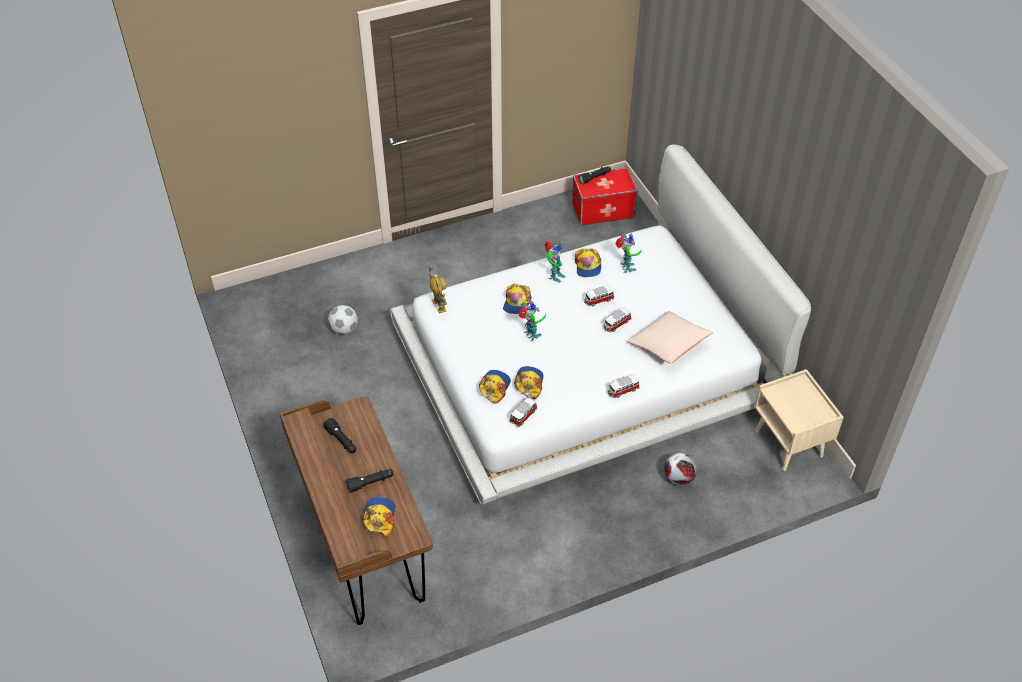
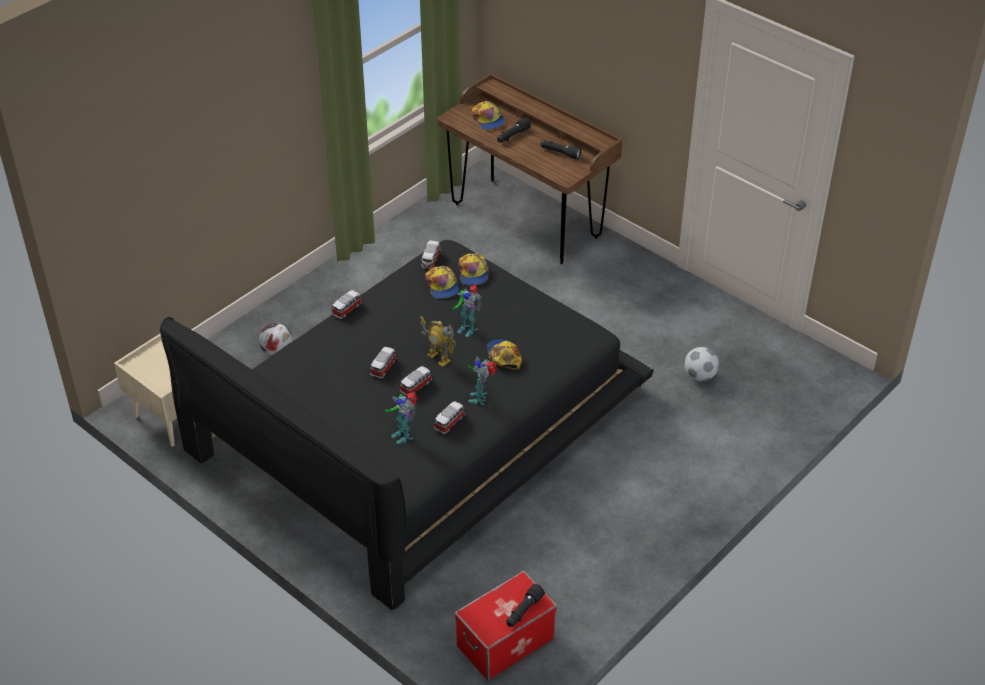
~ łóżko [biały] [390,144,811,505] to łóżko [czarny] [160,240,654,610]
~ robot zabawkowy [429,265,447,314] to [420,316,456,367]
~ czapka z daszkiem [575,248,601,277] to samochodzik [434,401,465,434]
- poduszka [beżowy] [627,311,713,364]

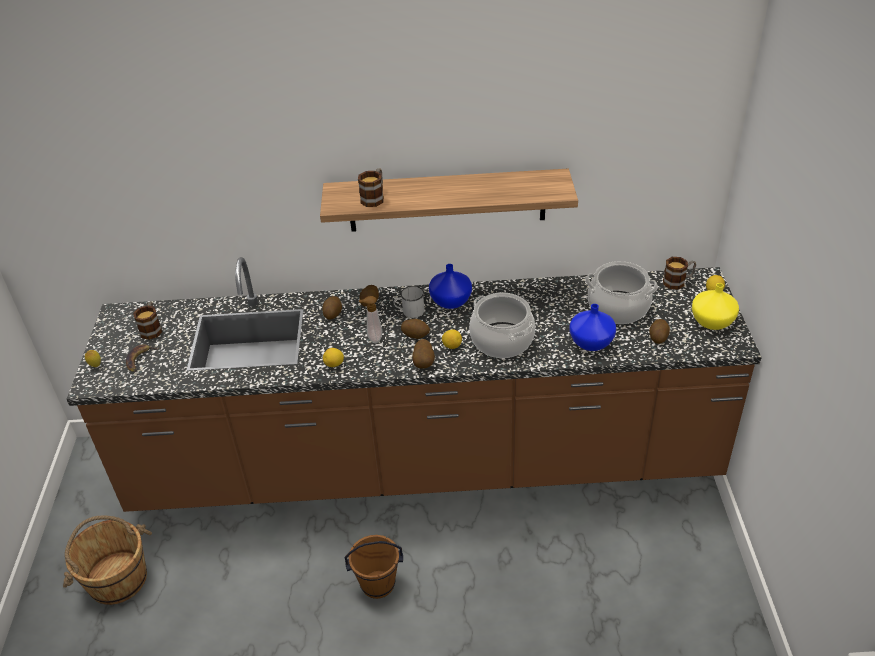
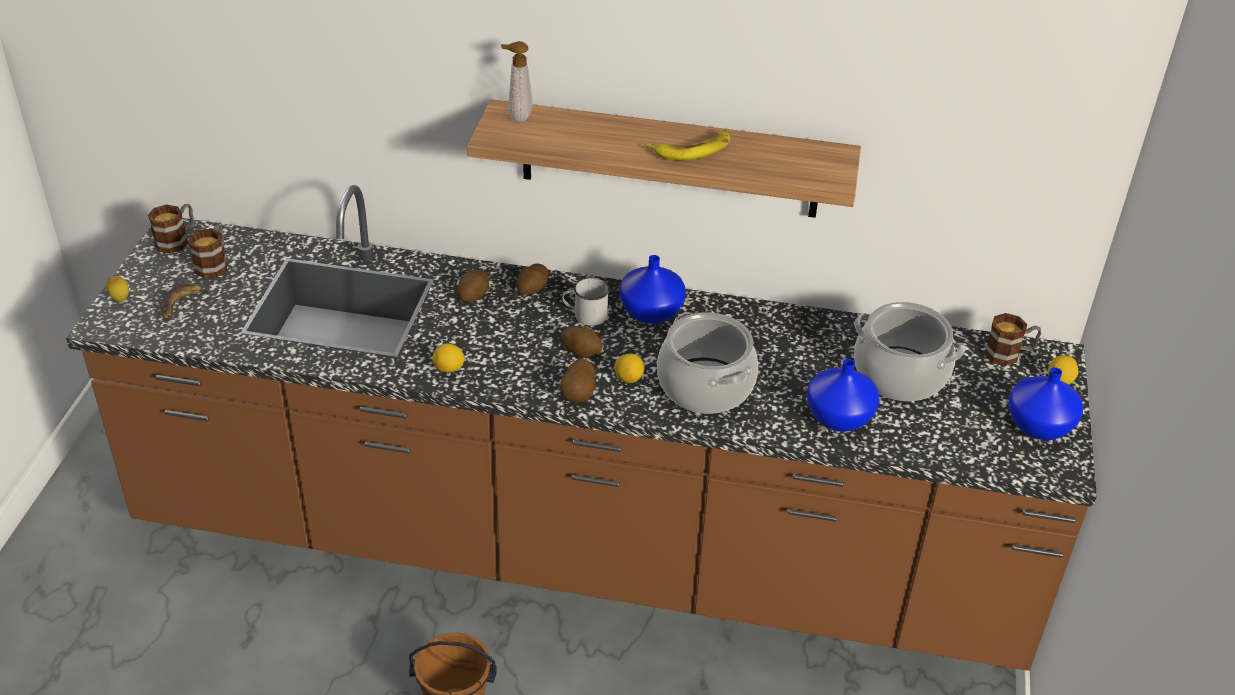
- wiadro [brązowy] [63,515,152,605]
~ kubek [358,169,384,207] to [148,204,194,254]
~ dozownik mydła [359,296,382,343] to [501,41,533,122]
- ziemniak [649,319,670,344]
~ wazon [żółty] [692,283,739,330] to wazon [niebieski] [1009,367,1083,440]
+ banan [646,130,730,160]

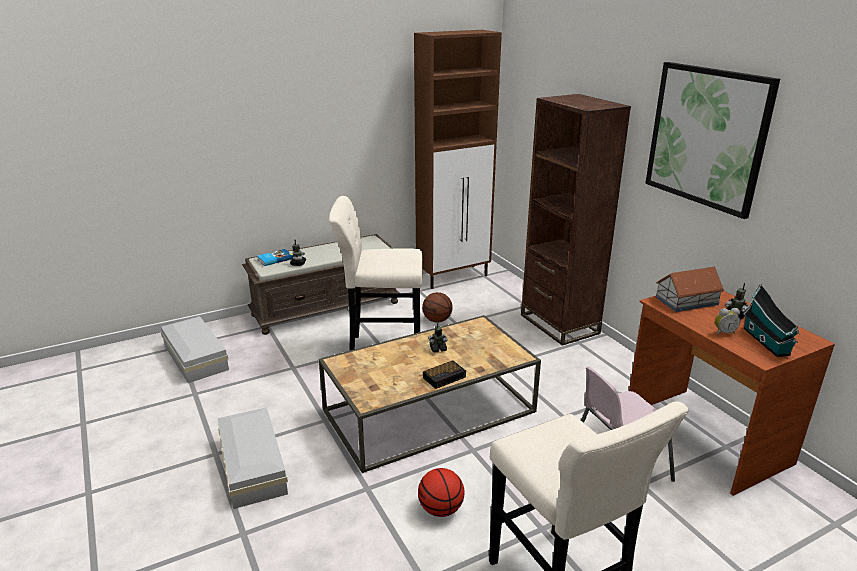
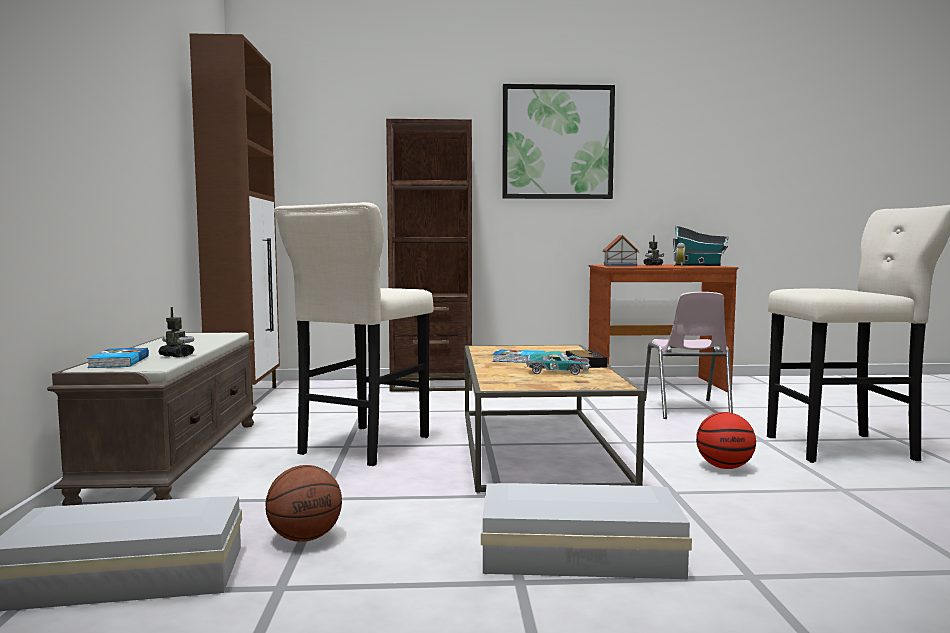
~ piłka do koszykówki [422,292,453,322] to [265,465,342,542]
~ robot zabawkowy [428,322,447,353] to książka [493,349,545,363]
+ samochodzik [526,351,590,375]

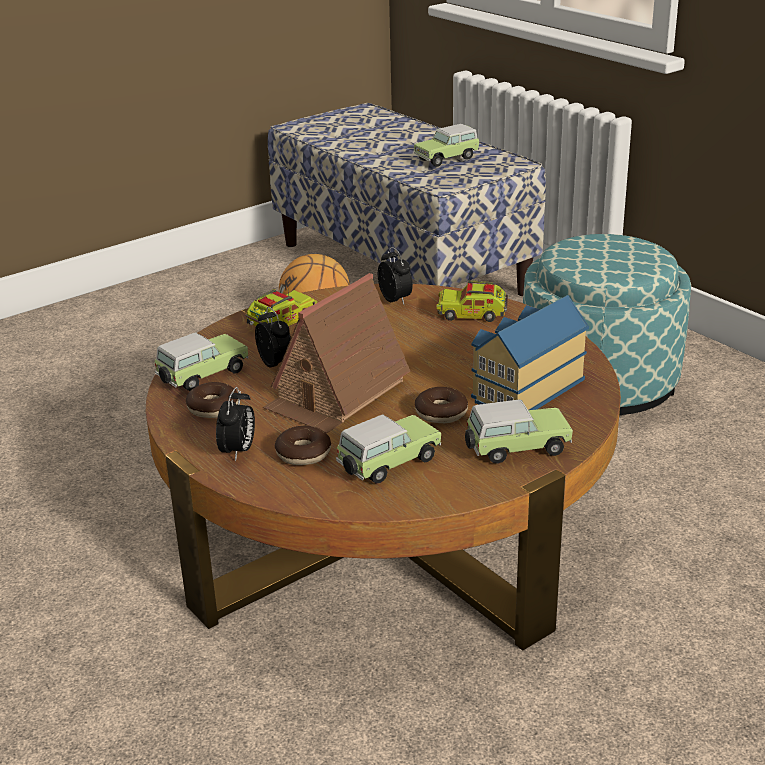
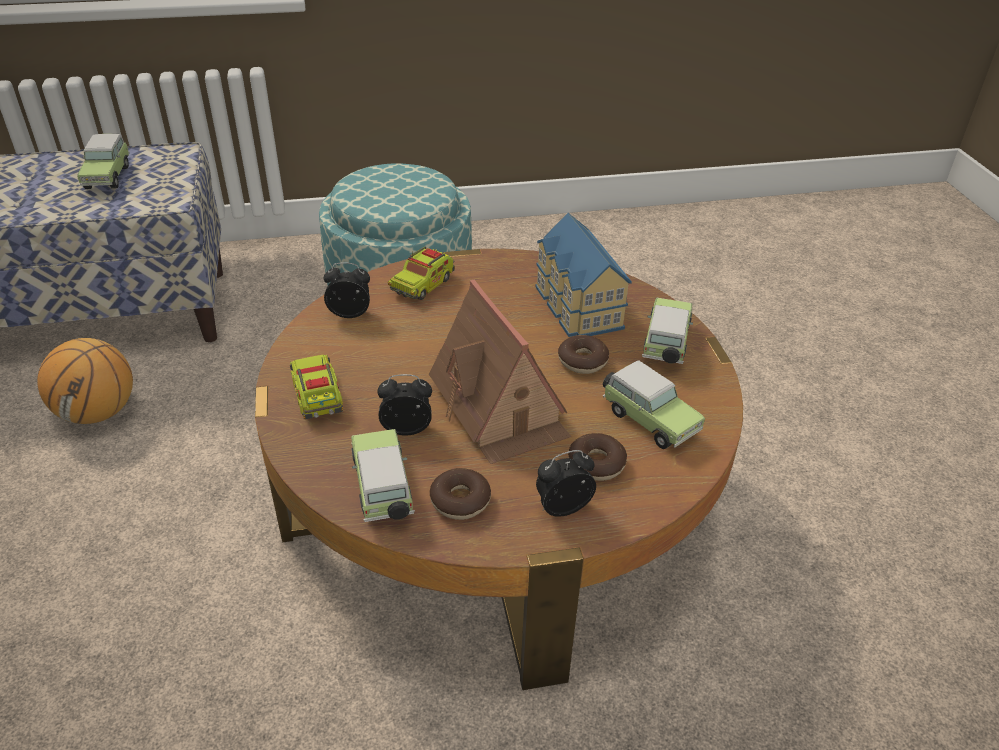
~ budzik [216,387,255,461] = [536,450,596,517] 60 degrees counterclockwise
~ samochodzik [336,415,441,484] = [603,360,705,449] 150 degrees clockwise

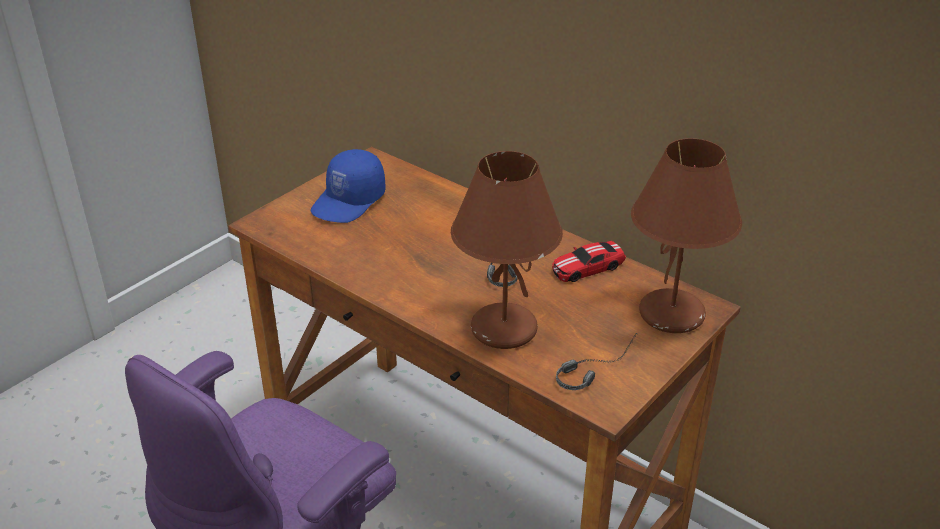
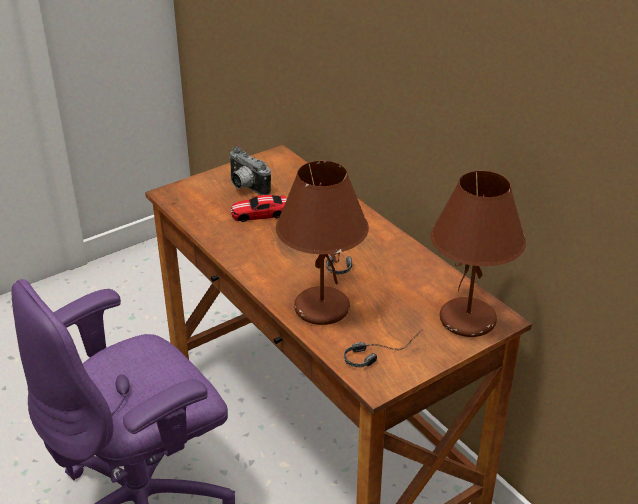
~ czapka z daszkiem [niebieski] [311,149,386,223] to aparat fotograficzny [229,147,271,195]
~ samochodzik [552,241,626,282] to [231,195,287,222]

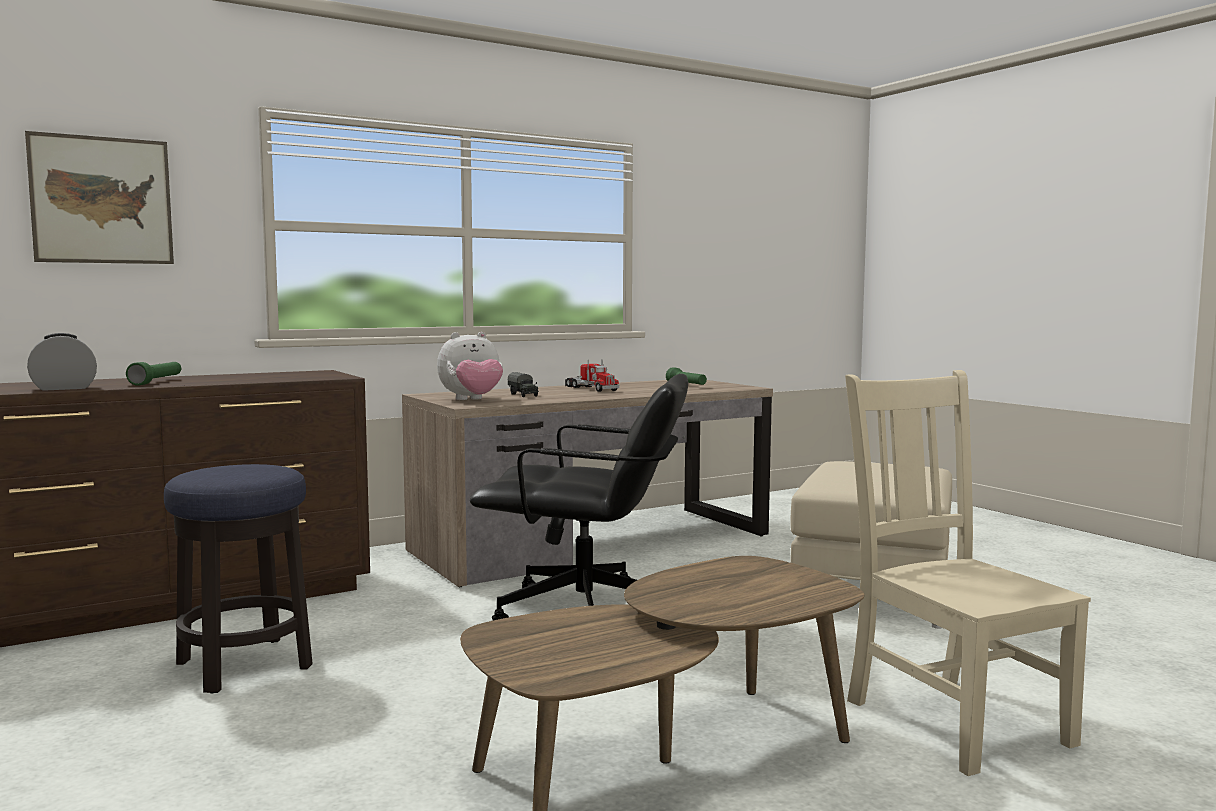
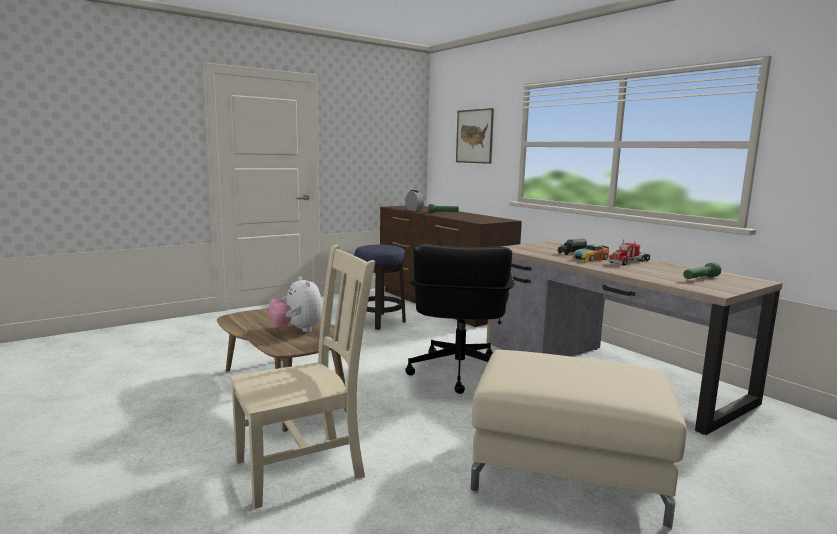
~ pluszak [437,332,503,400] to [268,276,323,332]
+ samochodzik [573,244,609,262]

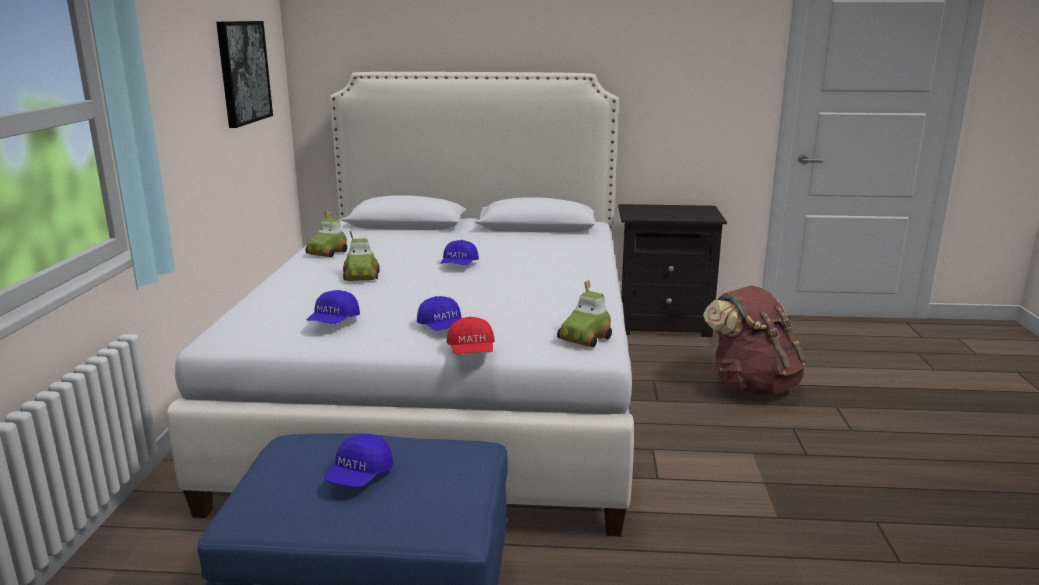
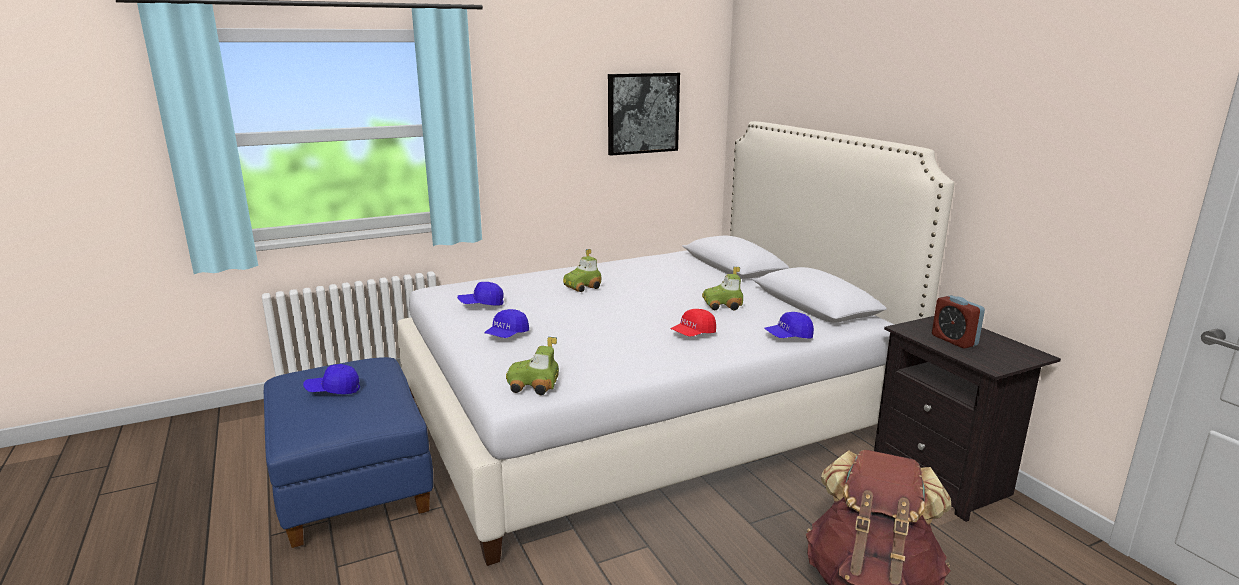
~ samochodzik [305,211,347,257] to [702,267,743,310]
~ czapka z daszkiem [niebieski] [441,240,479,265] to [765,312,814,338]
~ czapka z daszkiem [czerwony] [447,317,495,354] to [670,309,716,337]
+ budzik [932,295,985,348]

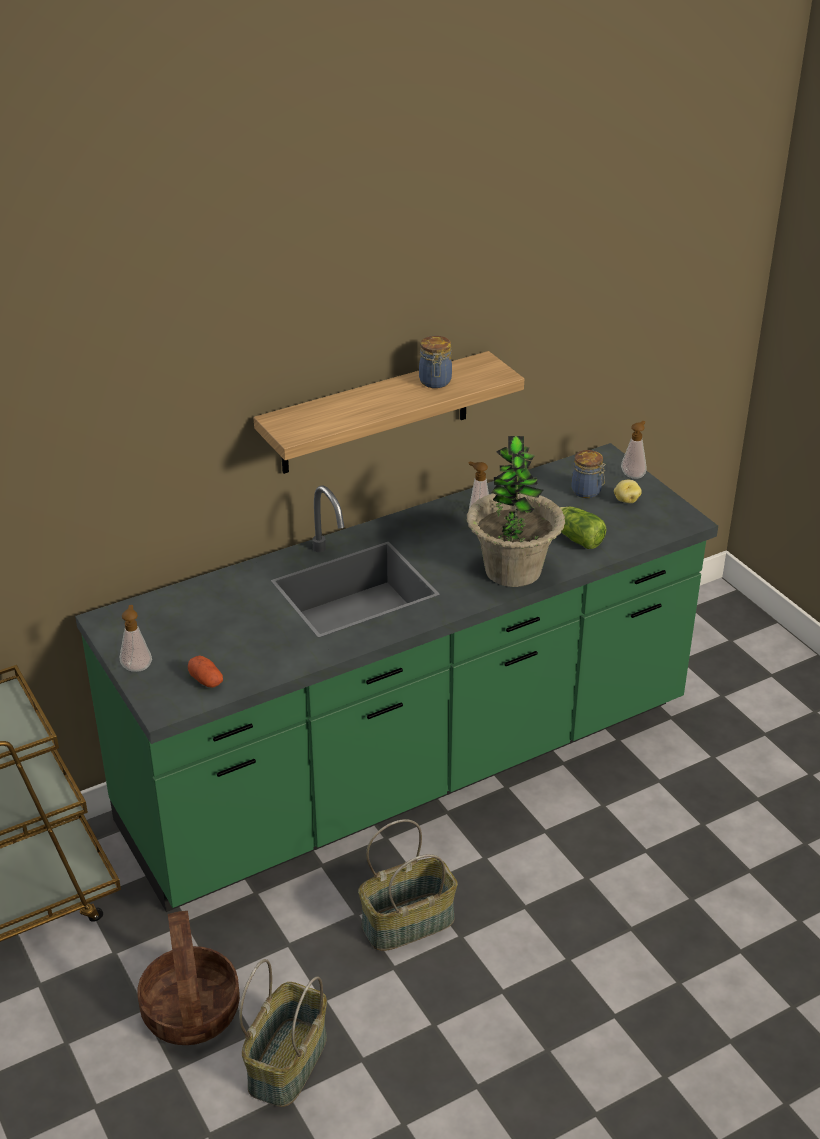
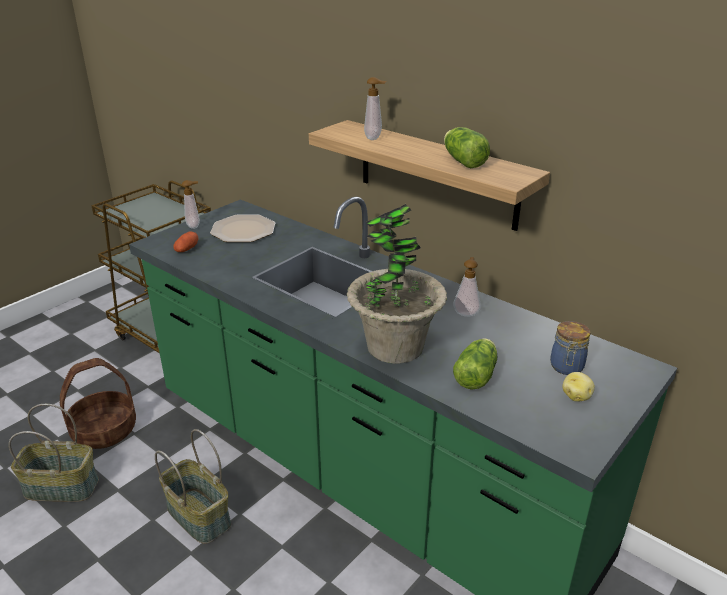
~ słoik [419,336,452,388] to sałata [444,127,490,168]
~ dozownik mydła [621,421,647,479] to [364,77,386,140]
+ talerz [210,215,275,242]

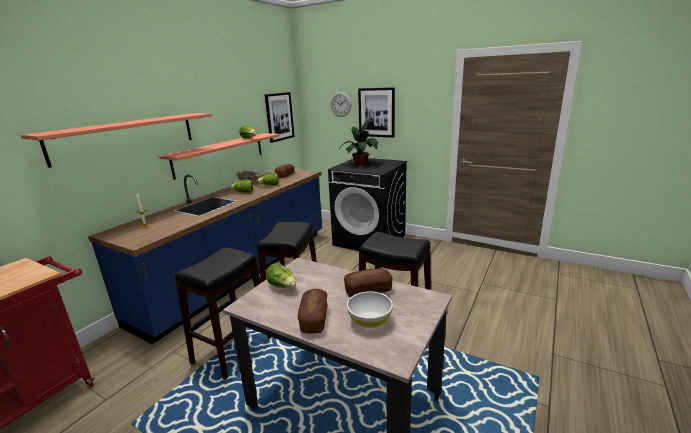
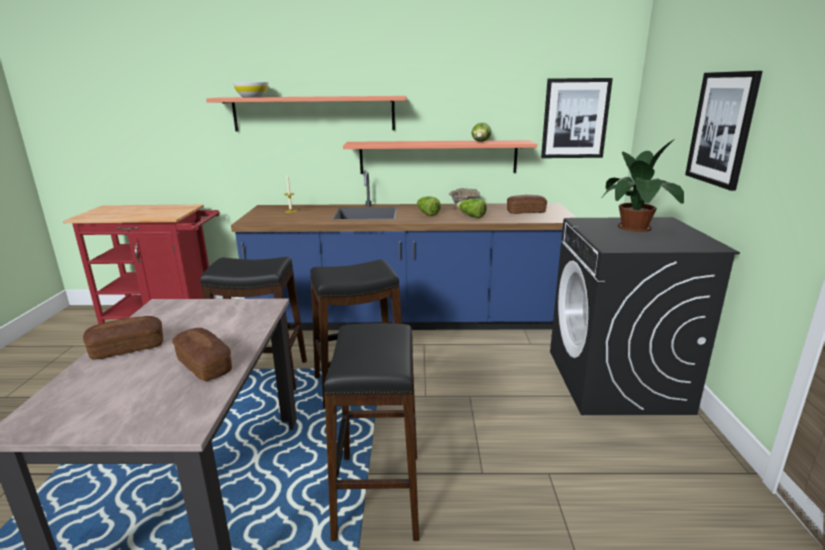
- sałata [266,263,296,288]
- zegar ścienny [331,92,352,117]
~ miska [biały] [347,291,393,328] to [233,82,268,98]

